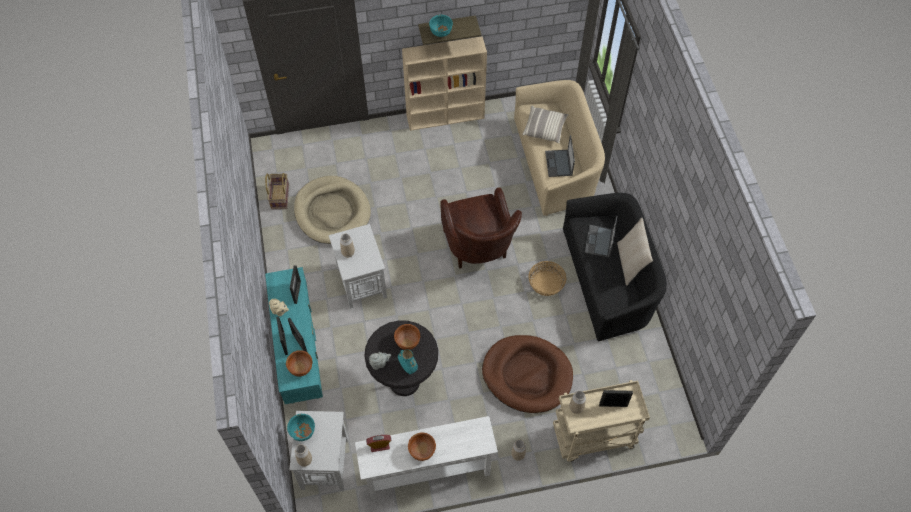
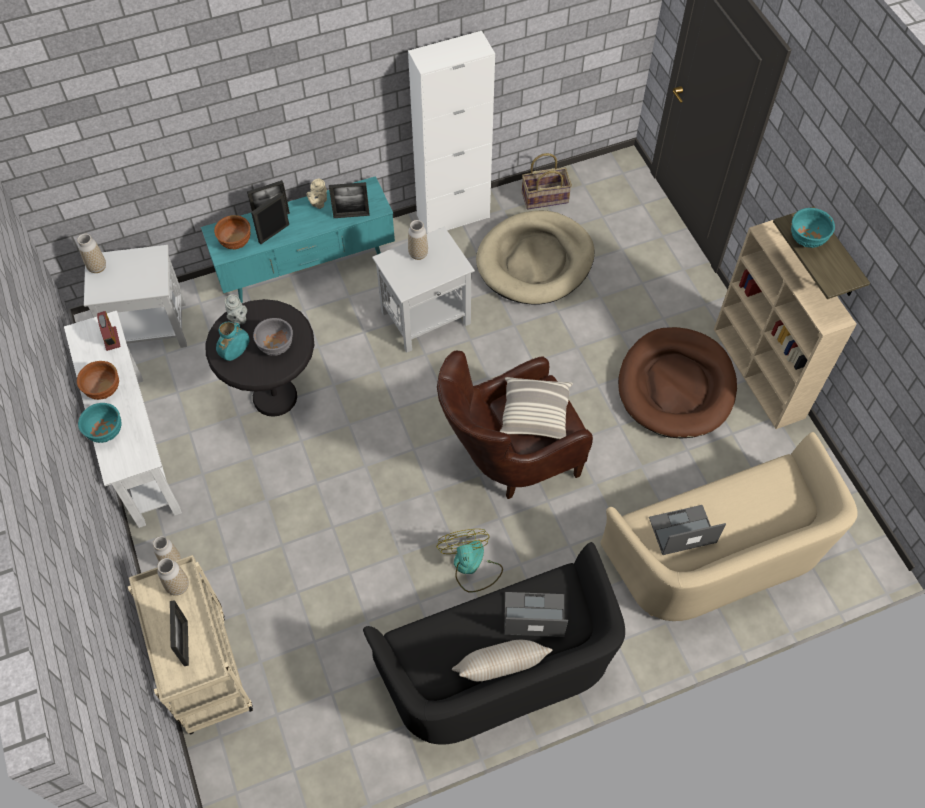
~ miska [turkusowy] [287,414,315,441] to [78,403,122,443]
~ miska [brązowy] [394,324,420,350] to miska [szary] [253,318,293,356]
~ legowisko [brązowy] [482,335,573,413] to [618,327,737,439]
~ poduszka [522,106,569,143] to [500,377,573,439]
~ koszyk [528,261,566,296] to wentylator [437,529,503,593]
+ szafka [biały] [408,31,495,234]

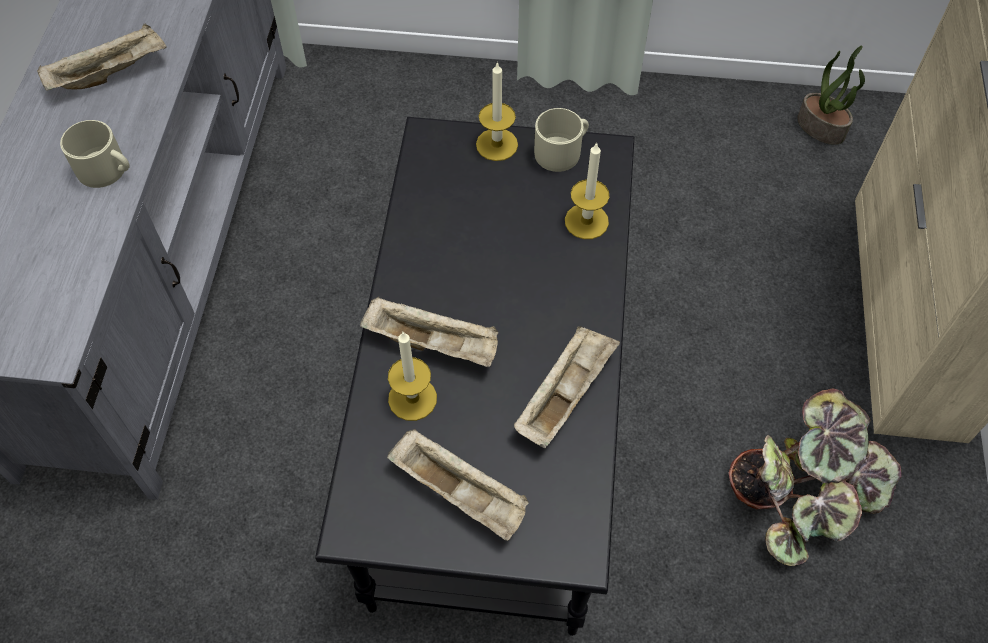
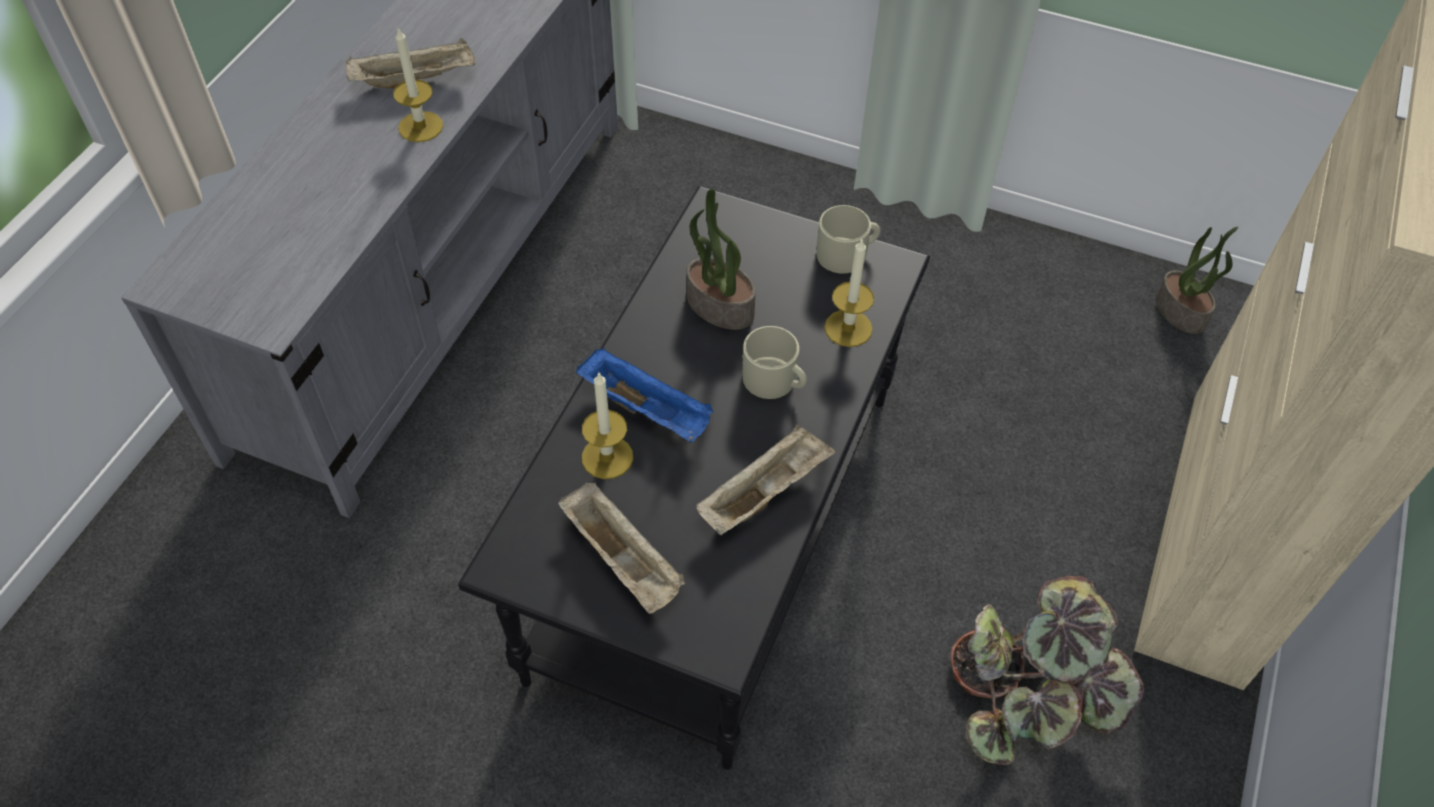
~ kubek [beżowy] [60,120,130,188] to [742,326,807,399]
~ taca [beżowy] [360,297,498,367] to taca [niebieski] [576,348,713,443]
~ świeca [476,61,518,161] to [393,28,443,142]
+ roślina doniczkowa [686,189,756,330]

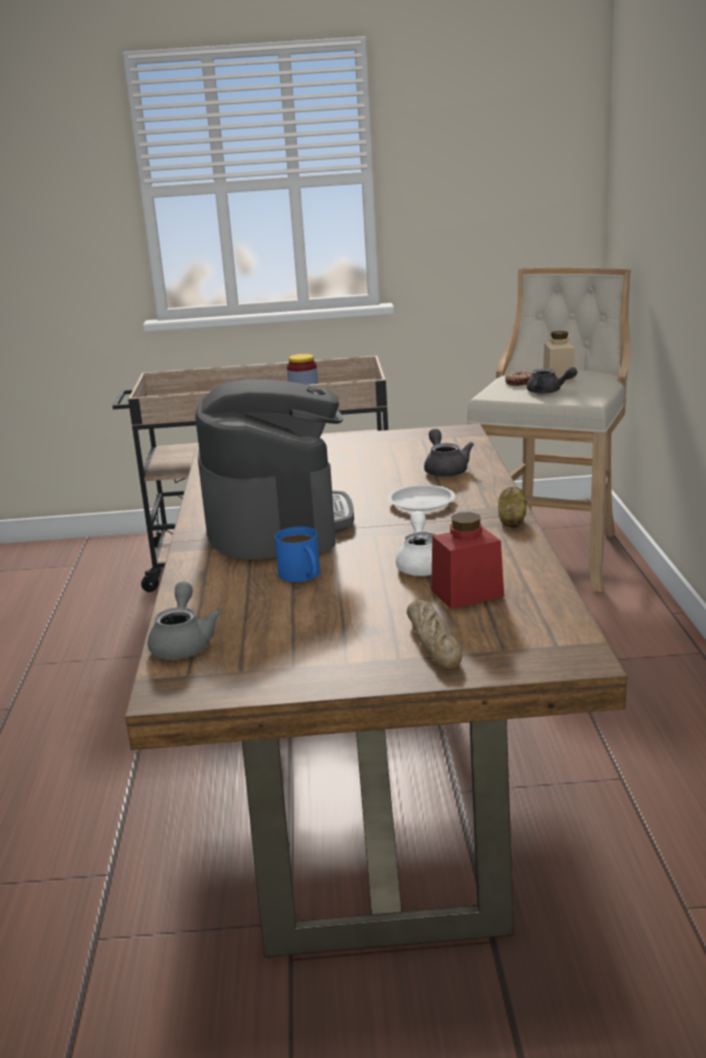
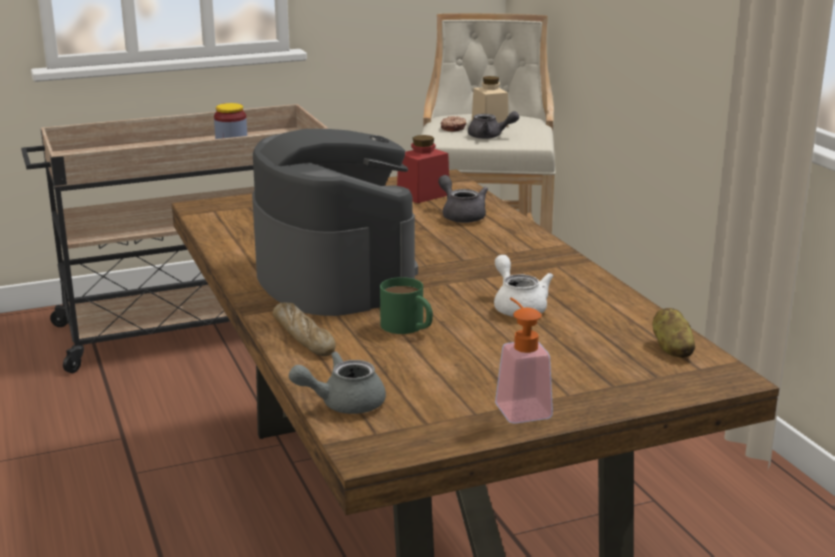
~ imbryk [szary] [148,581,221,659] = [289,351,386,414] 90 degrees counterclockwise
~ kubek [niebieski] [275,527,320,582] to kubek [zielony] [380,277,433,334]
- talerz [biały] [388,485,455,511]
~ chleb [407,600,462,669] to [273,303,336,356]
~ słoik [czerwony] [431,512,504,609] to [397,135,449,203]
~ ziemniak [498,487,527,529] to [652,308,696,358]
+ dozownik mydła [495,298,553,424]

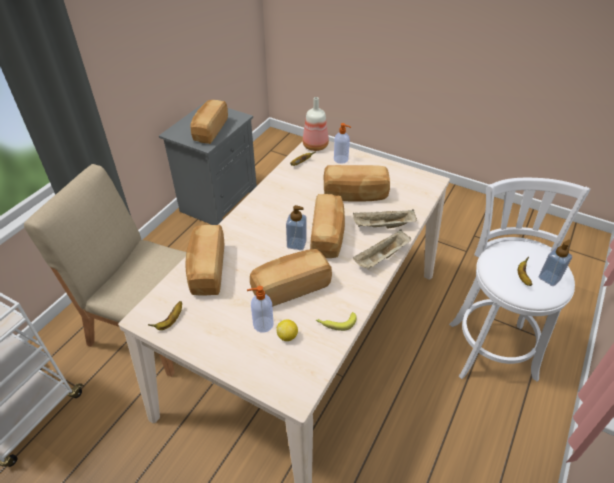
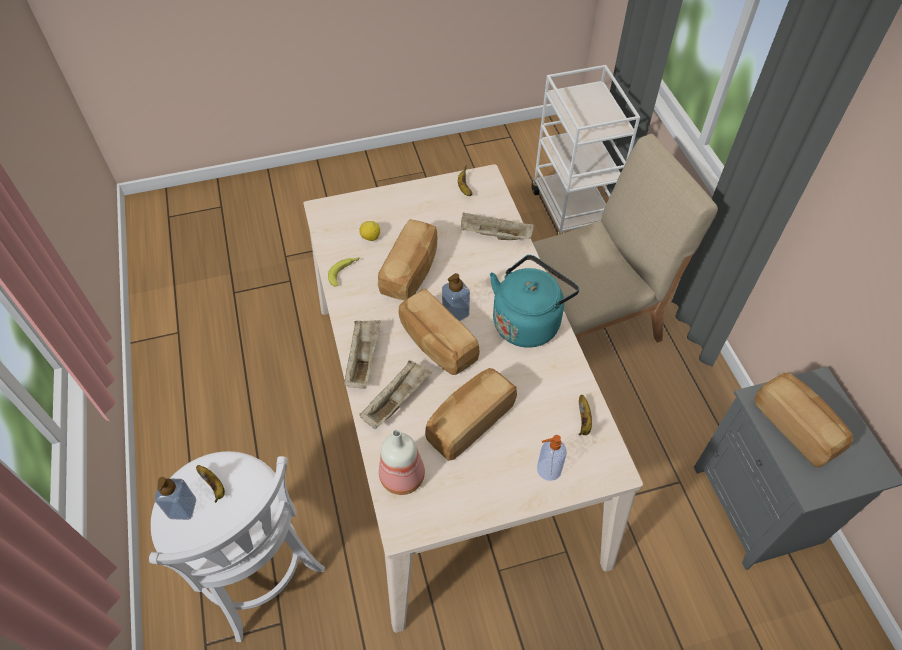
~ chleb [186,225,224,296] to taca [beżowy] [461,213,534,240]
- dozownik mydła [247,286,274,333]
~ butelka [303,97,329,151] to [379,429,425,495]
+ czajnik [turkusowy] [490,255,579,348]

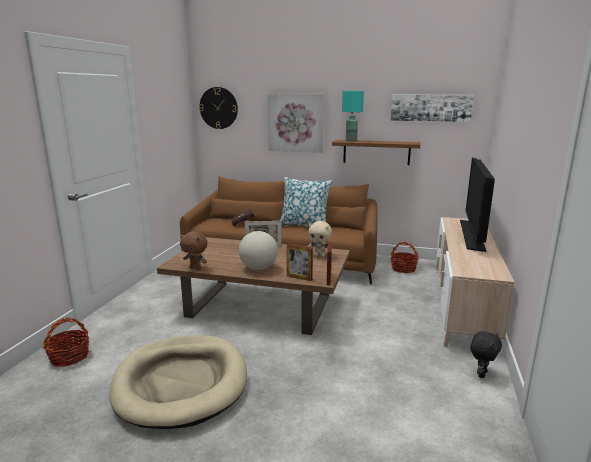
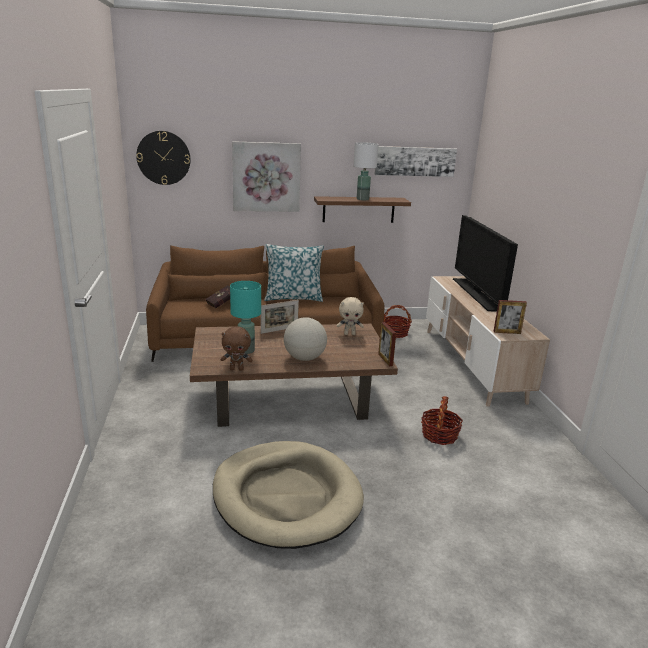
~ koszyk [43,317,89,367] to [421,396,463,445]
~ ramka na zdjęcie [287,244,313,281] to [494,300,527,334]
~ lampa stołowa [turkusowy] [342,91,364,142] to [230,281,261,354]
- pluszak [czarny] [471,331,502,378]
+ lampa stołowa [biały] [353,142,379,200]

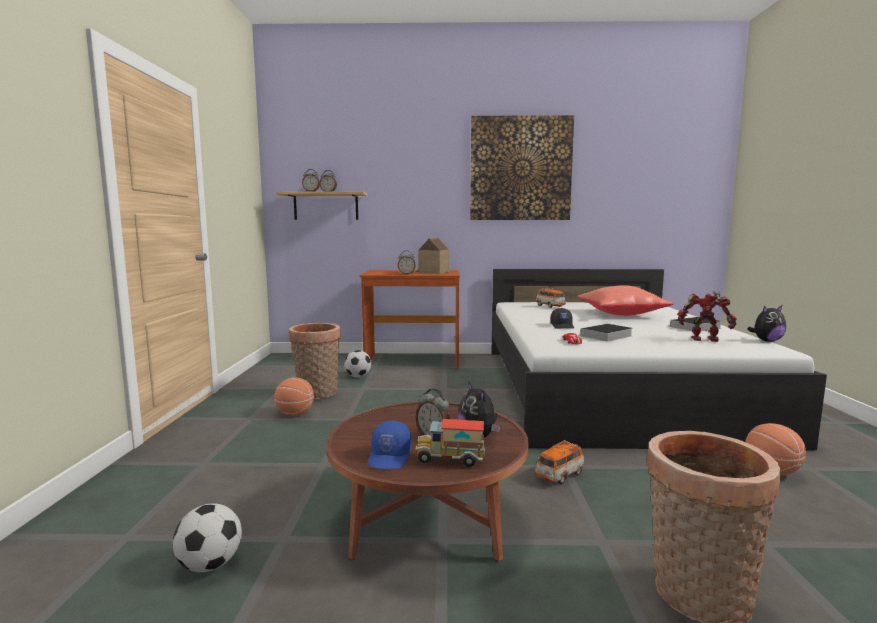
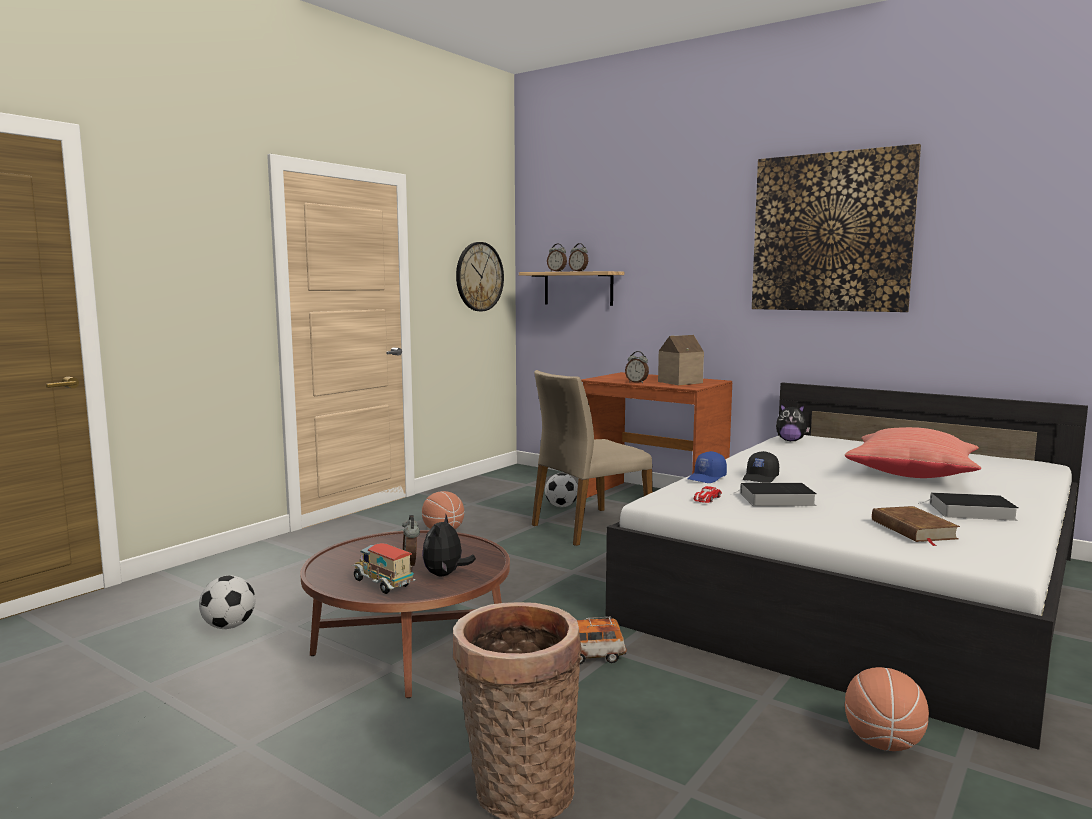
- koszyk [289,323,340,399]
~ czapka z daszkiem [niebieski] [368,421,411,469] to [687,451,727,483]
- samochodzik [536,288,566,308]
~ robot zabawkowy [677,290,737,342] to książka [brązowy] [872,506,960,546]
~ pluszak [747,306,786,342] to [776,404,810,441]
+ zegar ścienny [456,242,504,311]
+ krzesło [beżowy] [532,370,653,546]

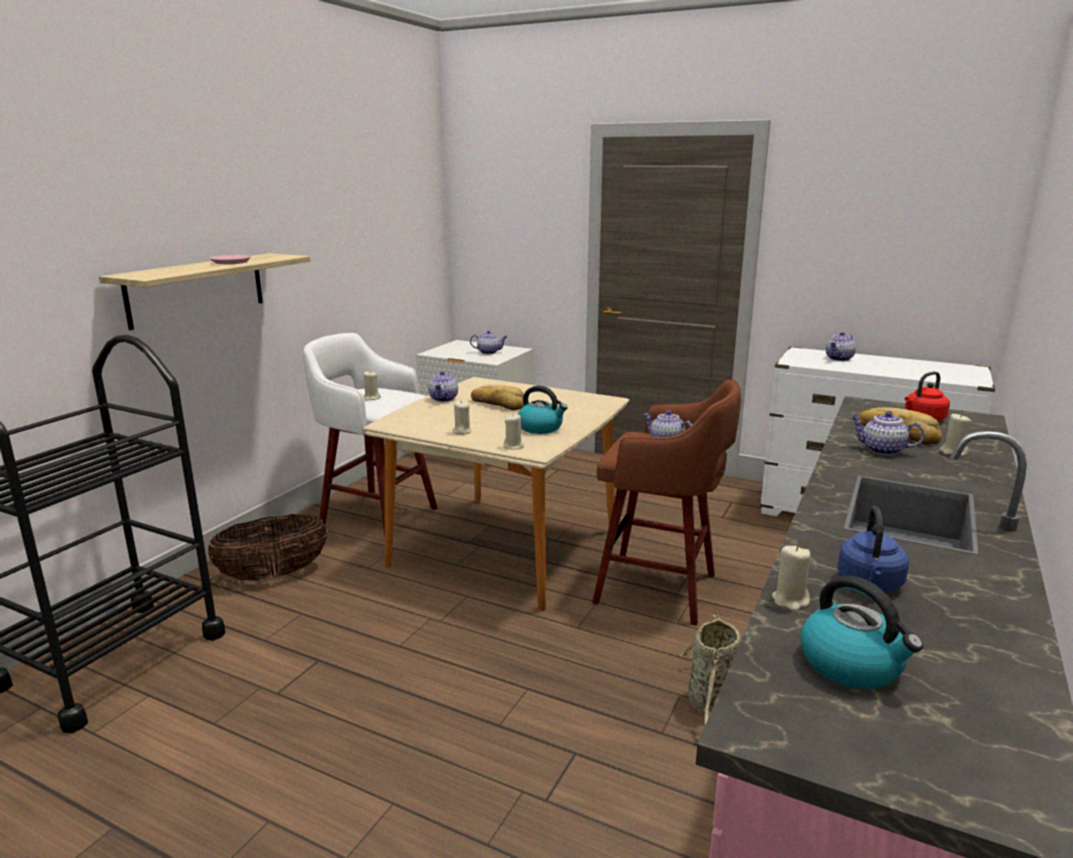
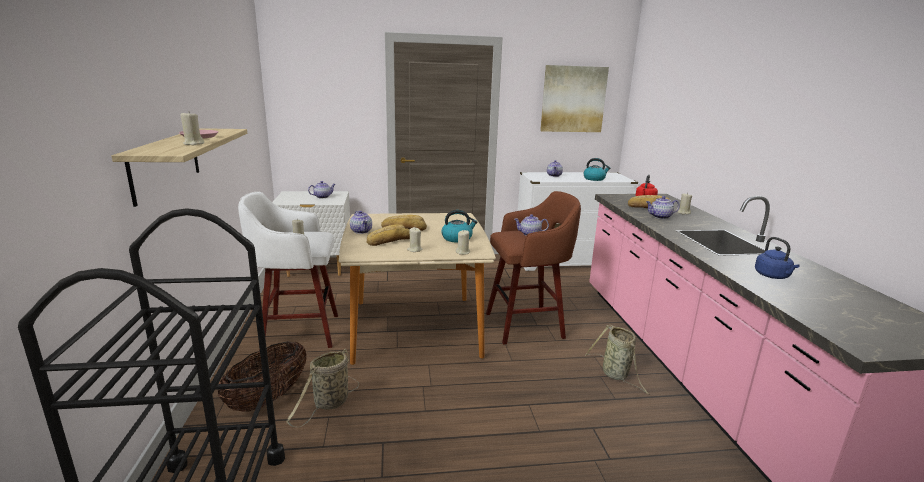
~ świeca [beżowy] [772,545,810,611] to [181,111,204,145]
~ czajnik [801,576,923,689] to [583,158,610,181]
+ koszyk [286,349,359,427]
+ chleb [367,224,410,246]
+ obraz [540,65,609,132]

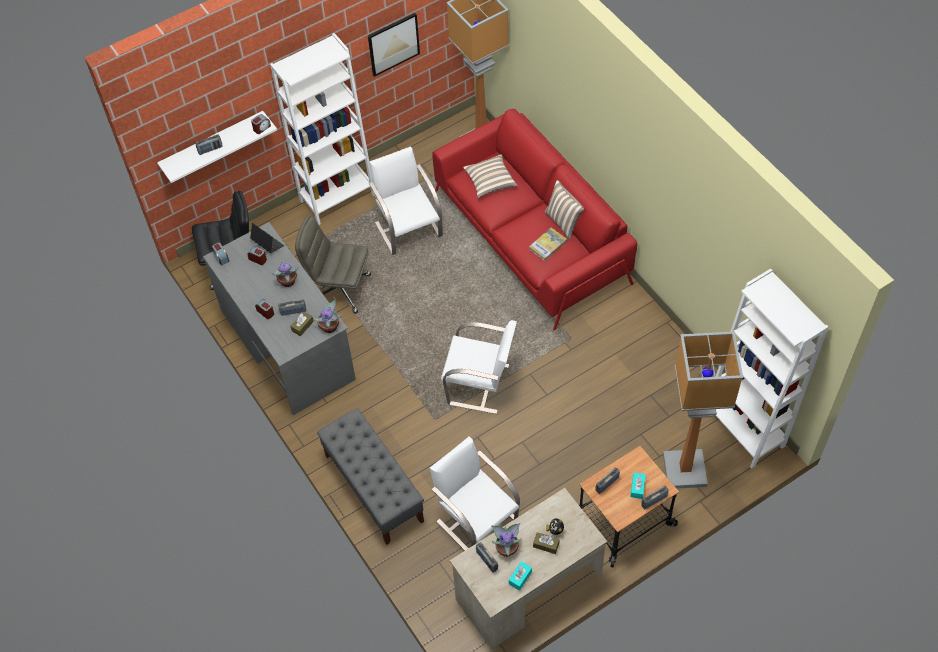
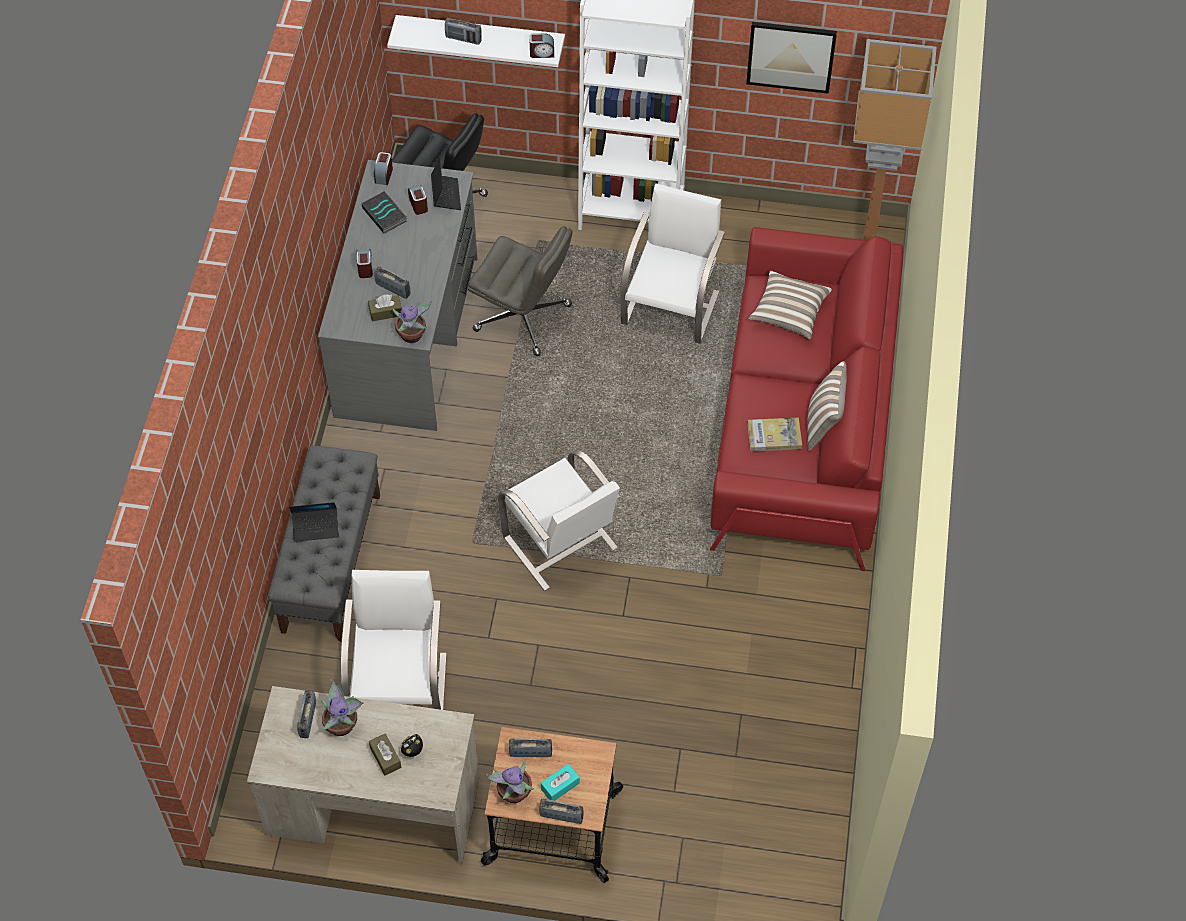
~ roślina doniczkowa [272,260,299,287] to [486,760,534,803]
~ krzesło biurowe [szary] [295,216,371,313] = [468,226,573,356] 150 degrees clockwise
- pudełko chusteczek [turkusowy] [509,561,532,590]
- lampa stojąca [663,331,743,489]
- regał [biały] [715,269,829,469]
+ laptop [289,502,339,542]
+ książka [362,191,407,234]

